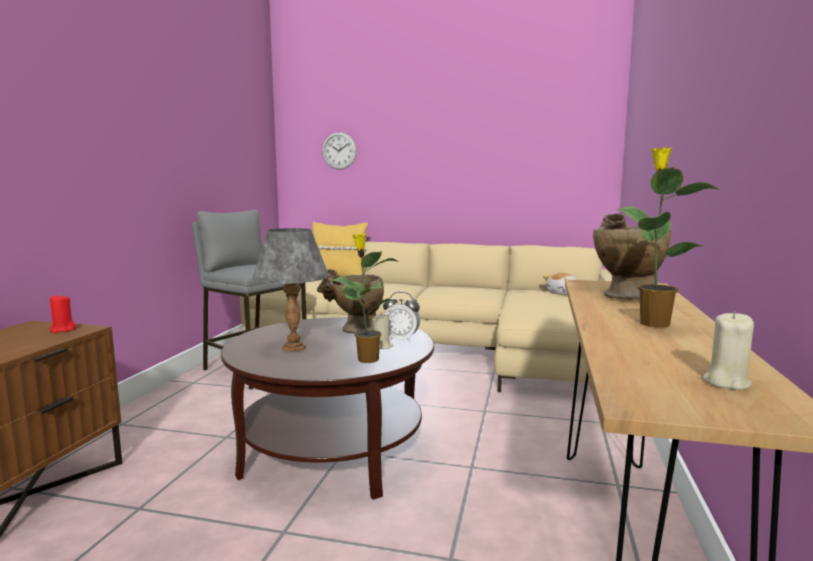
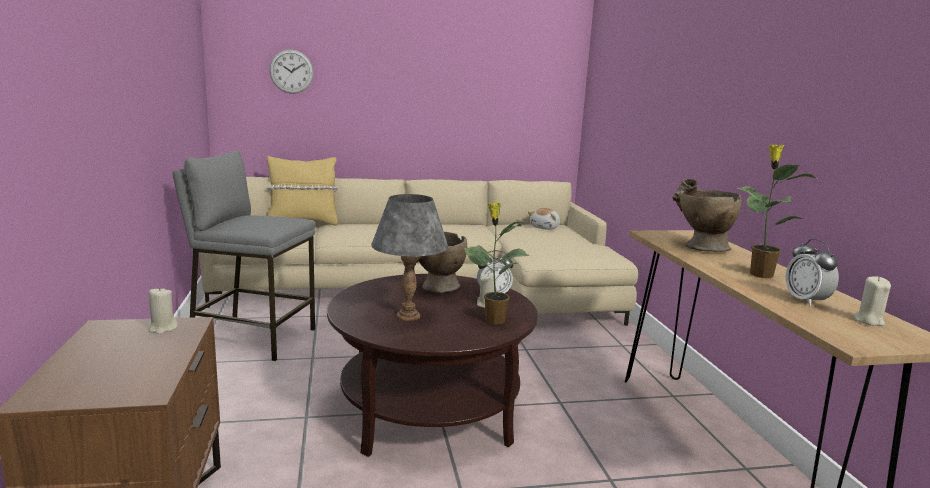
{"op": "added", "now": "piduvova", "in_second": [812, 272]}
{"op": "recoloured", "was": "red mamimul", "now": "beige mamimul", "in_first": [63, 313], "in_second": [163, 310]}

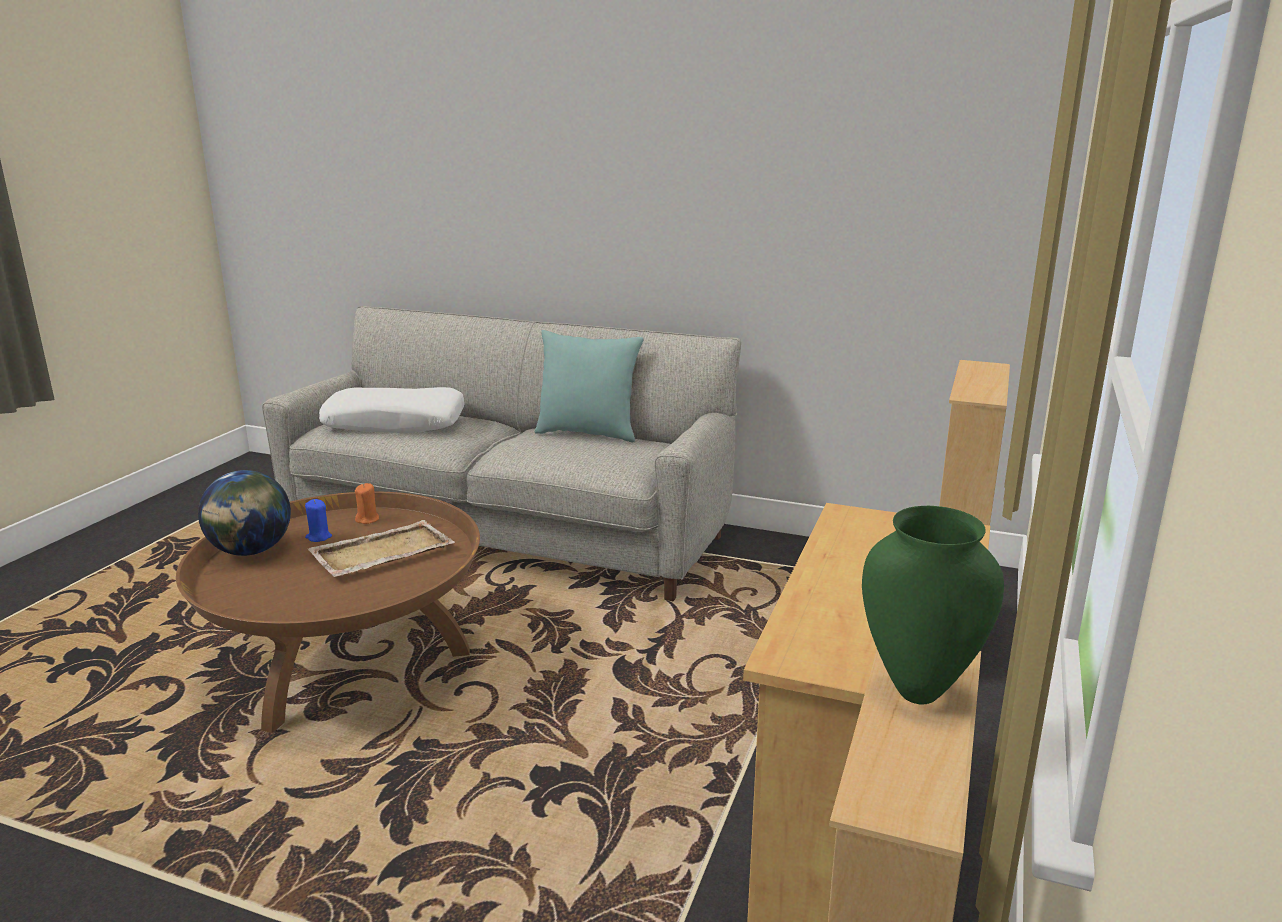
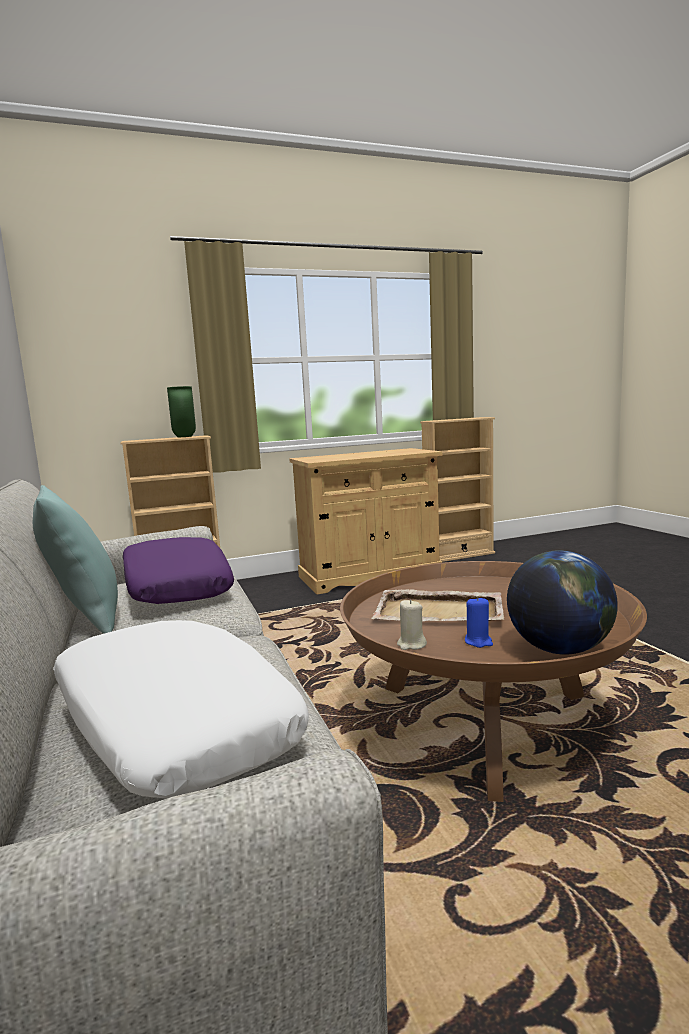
{"op": "added", "now": "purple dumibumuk", "in_second": [178, 570]}
{"op": "moved", "was": "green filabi", "in_first": [933, 605], "in_second": [181, 411]}
{"op": "recoloured", "was": "orange mamimul", "now": "beige mamimul", "in_first": [367, 503], "in_second": [412, 624]}

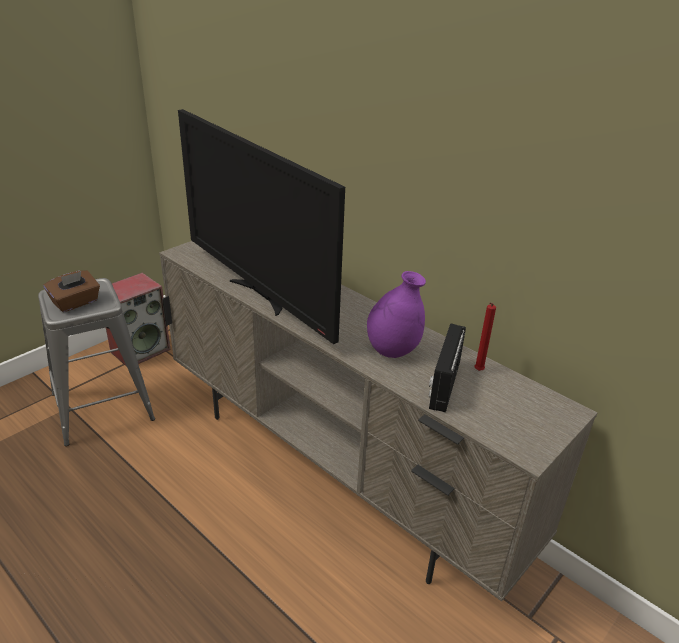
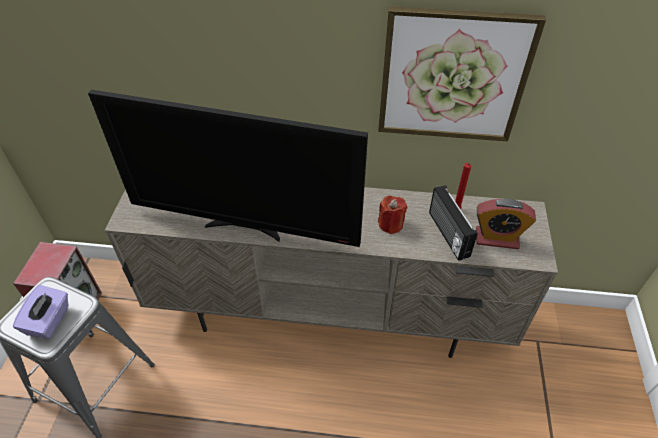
{"op": "added", "now": "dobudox", "in_second": [462, 73]}
{"op": "added", "now": "piduvova", "in_second": [506, 224]}
{"op": "replaced", "was": "purple filabi", "now": "red mamimul", "in_first": [396, 314], "in_second": [392, 214]}
{"op": "recoloured", "was": "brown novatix", "now": "purple novatix", "in_first": [72, 291], "in_second": [40, 312]}

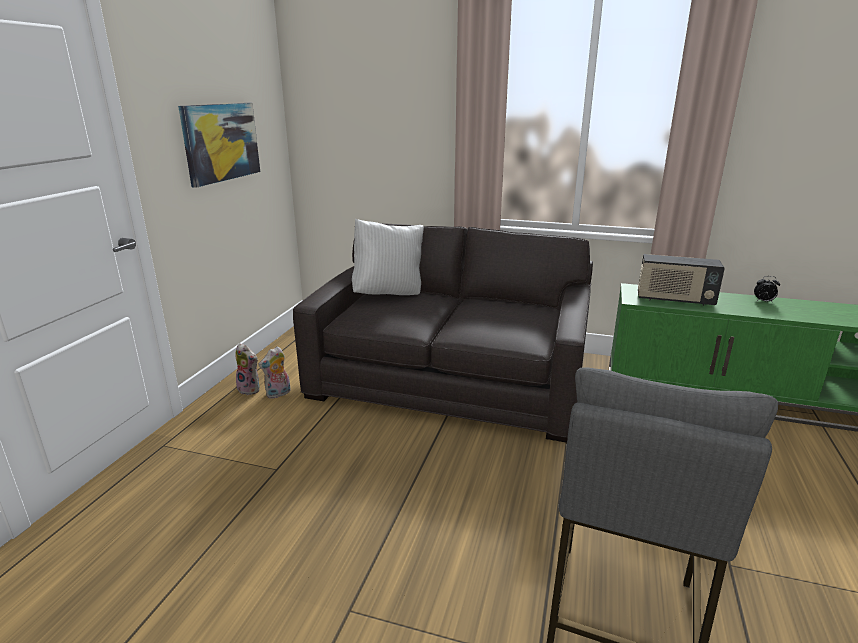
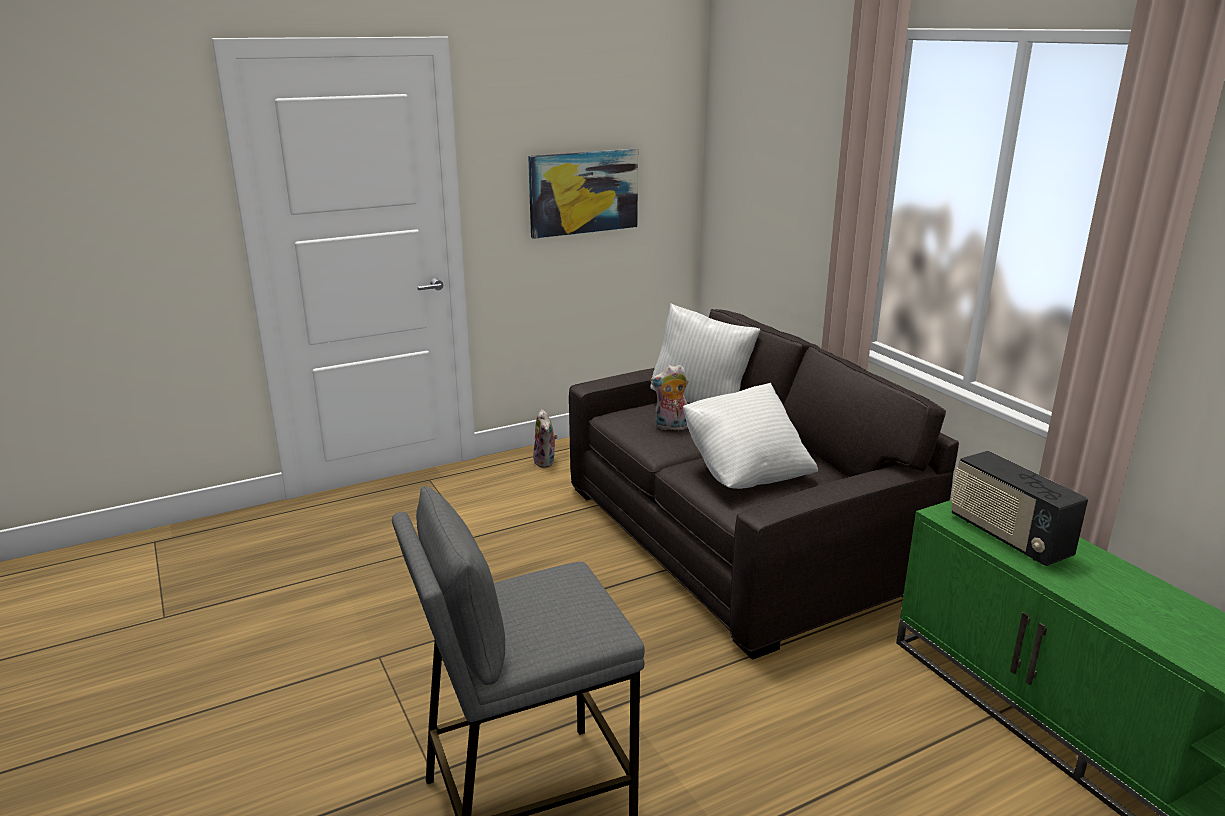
{"op": "removed", "was": "piduvova", "in_first": [767, 289]}
{"op": "added", "now": "white dumibumuk", "in_second": [750, 436]}
{"op": "moved", "was": "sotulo", "in_first": [275, 372], "in_second": [669, 397]}

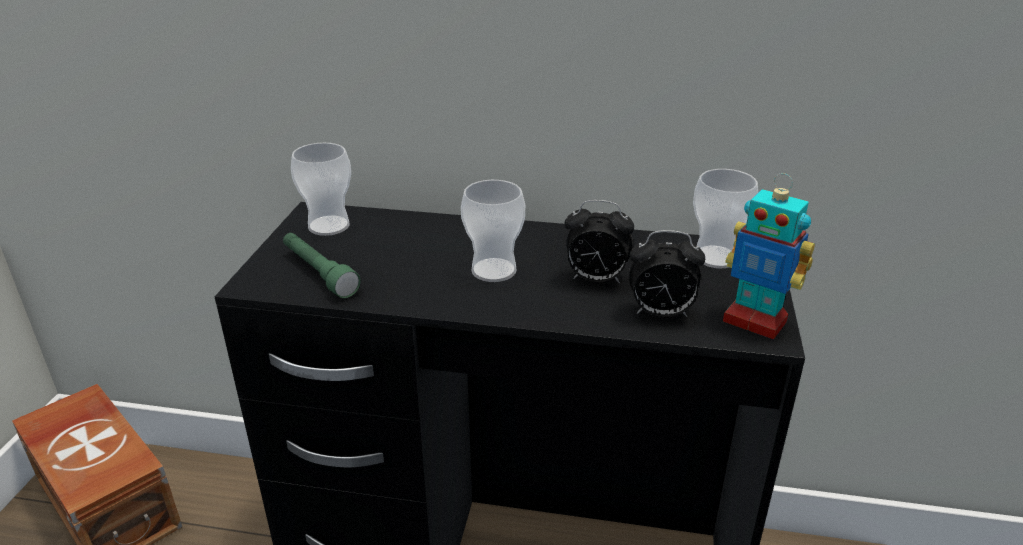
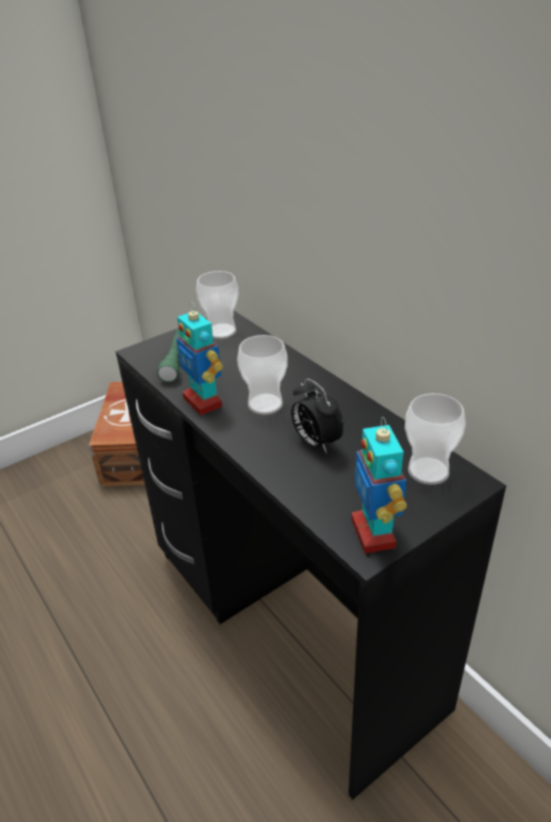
{"op": "removed", "was": "piduvova", "in_first": [667, 273]}
{"op": "added", "now": "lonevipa", "in_second": [199, 358]}

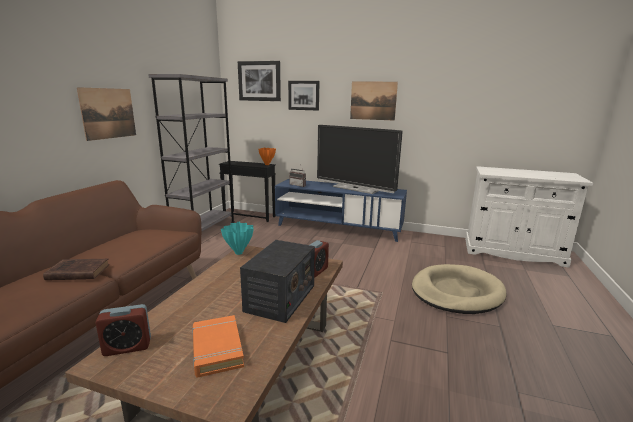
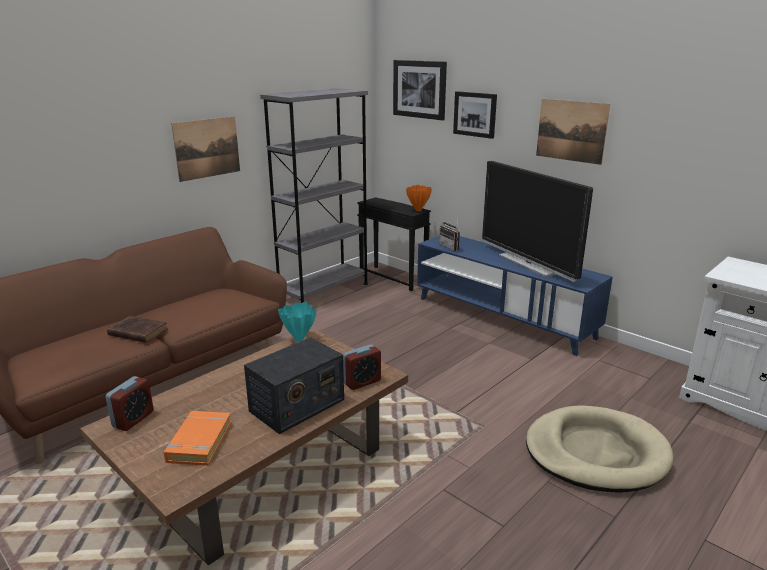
{"op": "turned", "was": "piduvova", "in_first": [123, 330], "in_second": [130, 403], "clockwise": -75}

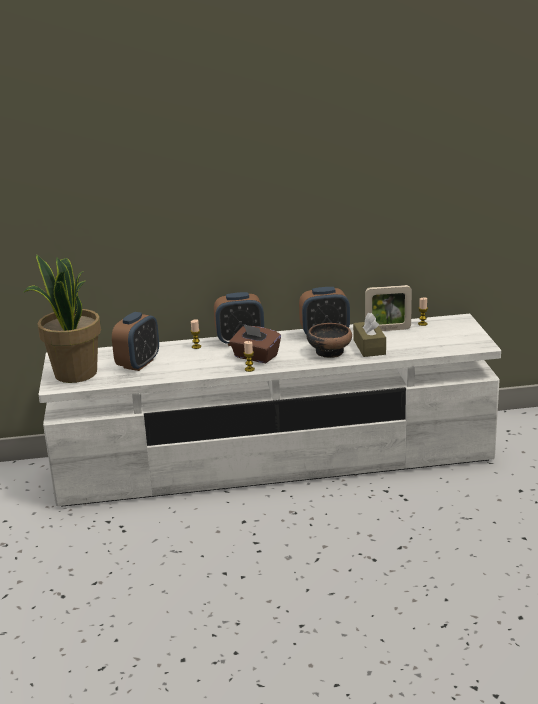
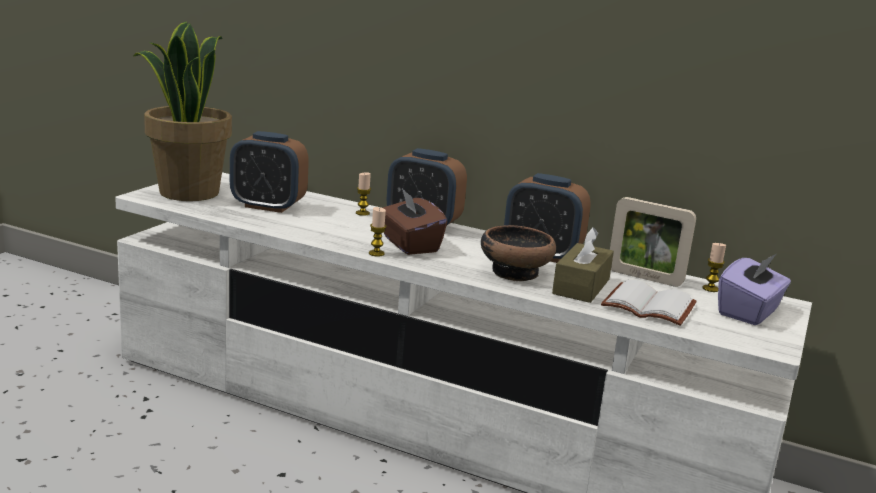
{"op": "added", "now": "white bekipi", "in_second": [649, 303]}
{"op": "added", "now": "purple novatix", "in_second": [754, 289]}
{"op": "turned", "was": "piduvova", "in_first": [135, 341], "in_second": [269, 172], "clockwise": 45}

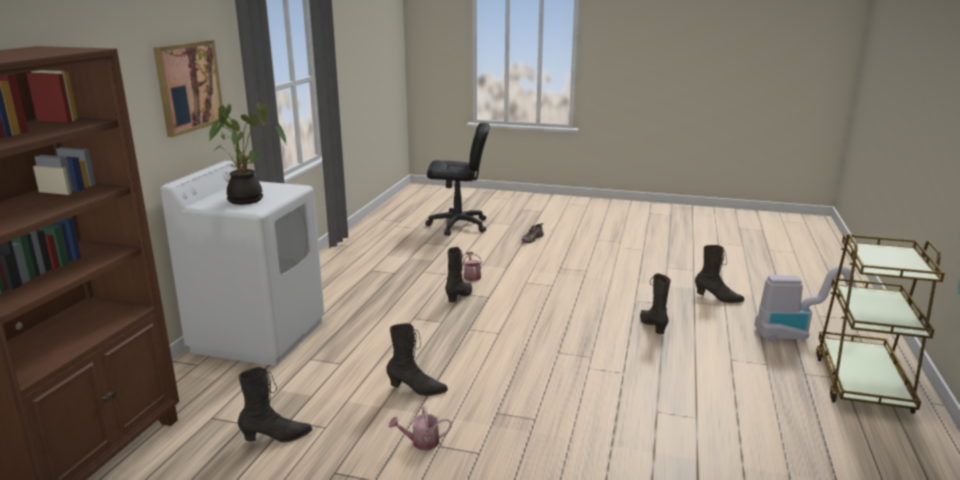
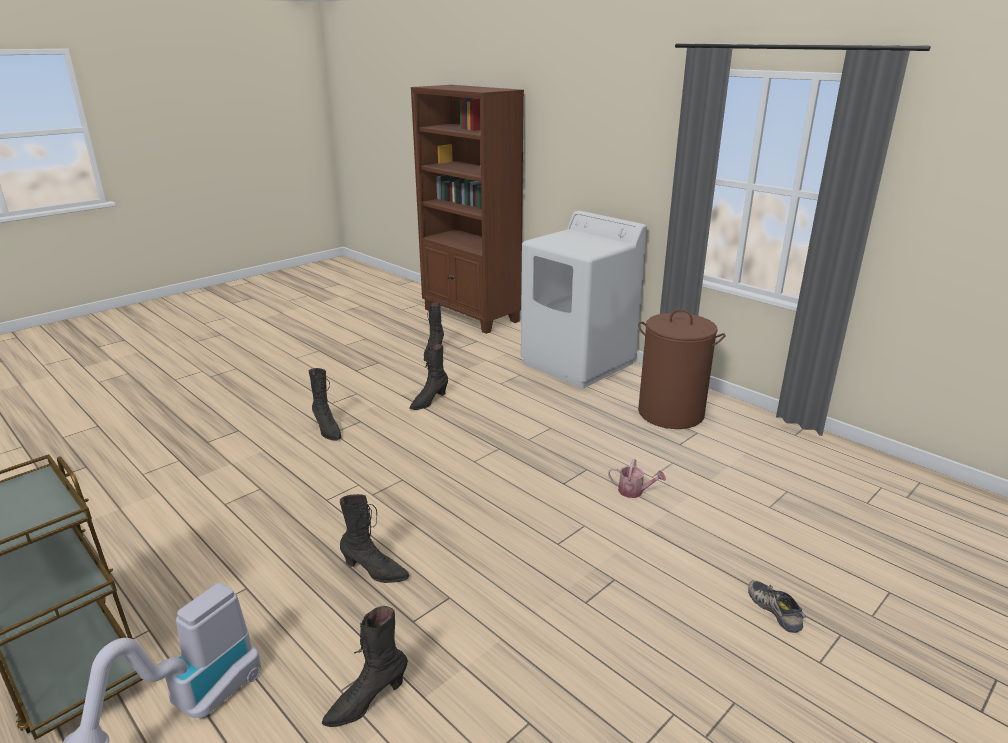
{"op": "removed", "was": "dobudox", "in_first": [188, 88]}
{"op": "removed", "was": "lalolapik", "in_first": [247, 154]}
{"op": "removed", "was": "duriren", "in_first": [420, 428]}
{"op": "removed", "was": "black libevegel", "in_first": [457, 179]}
{"op": "added", "now": "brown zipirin", "in_second": [682, 369]}
{"op": "moved", "was": "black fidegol", "in_first": [458, 274], "in_second": [325, 404]}

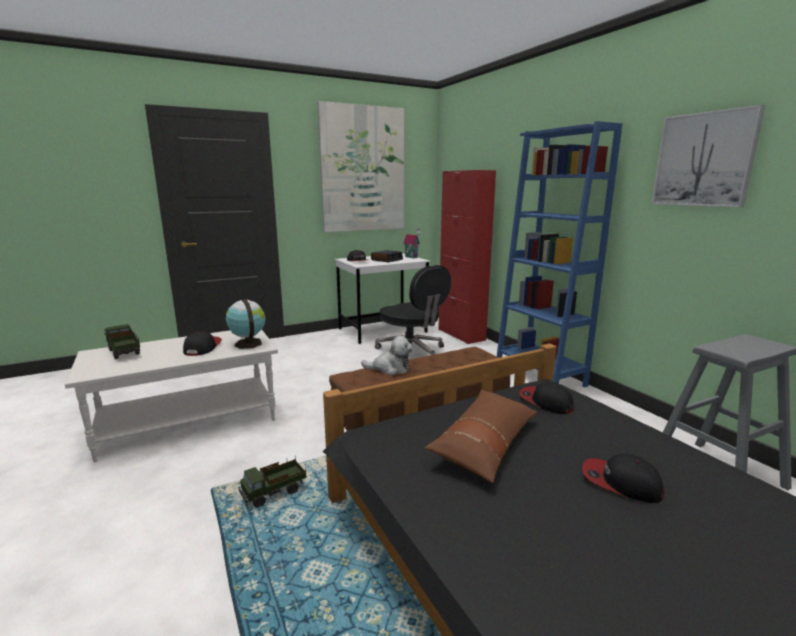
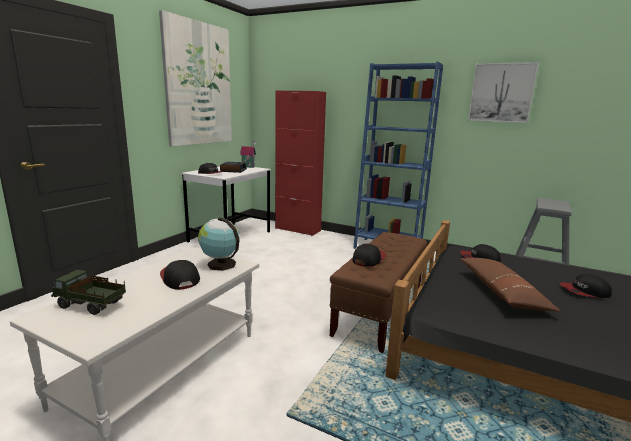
{"op": "removed", "was": "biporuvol", "in_first": [273, 482]}
{"op": "removed", "was": "black libevegel", "in_first": [413, 310]}
{"op": "replaced", "was": "sotulo", "now": "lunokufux", "in_first": [387, 355], "in_second": [369, 255]}

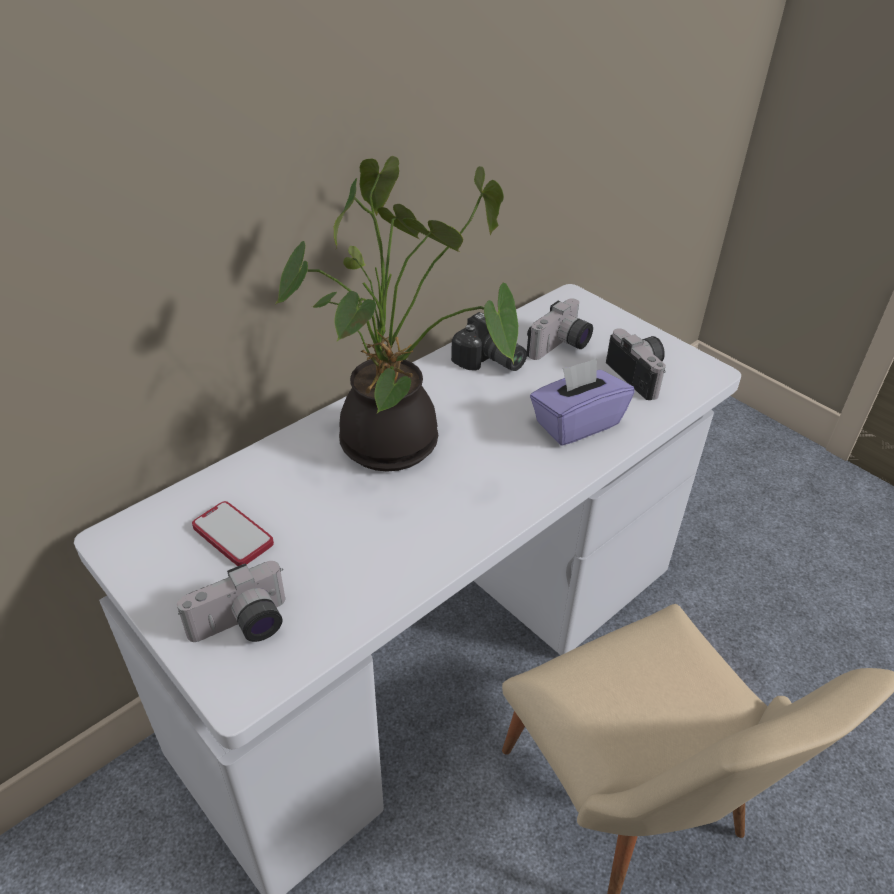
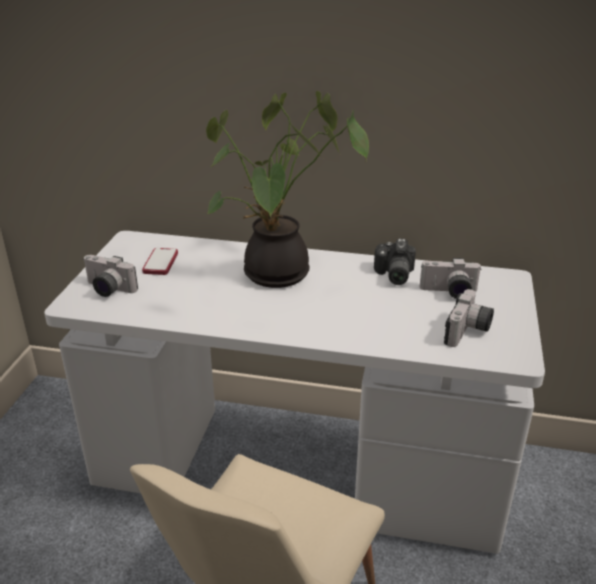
{"op": "removed", "was": "purple novatix", "in_first": [582, 401]}

